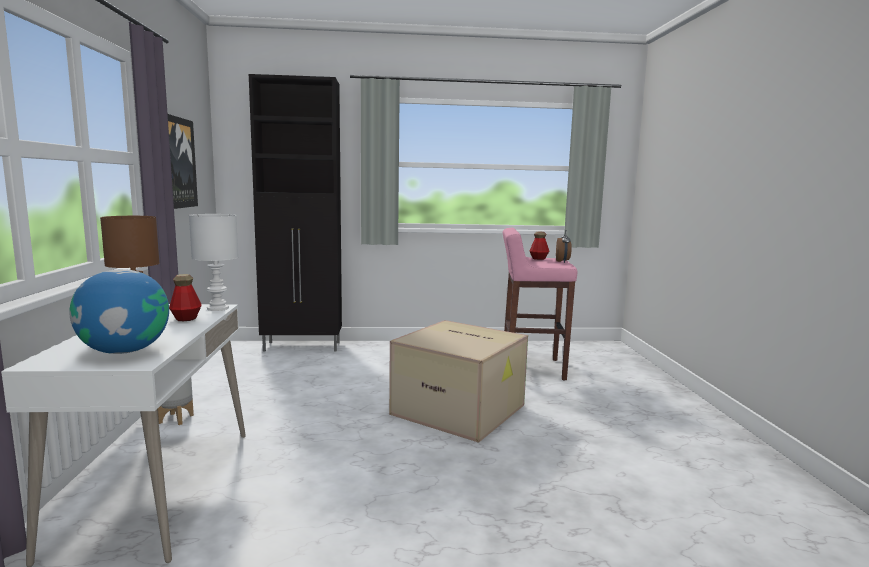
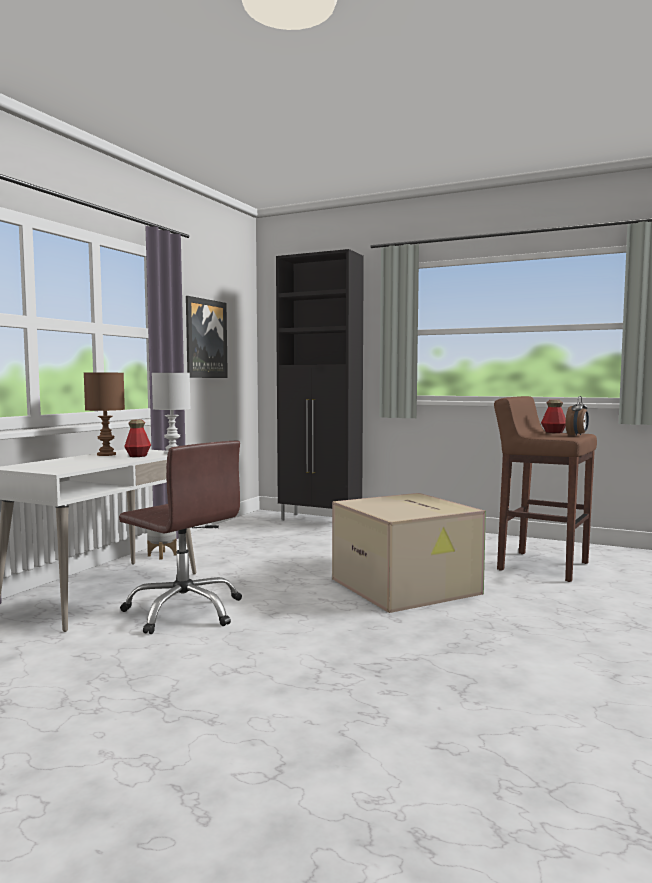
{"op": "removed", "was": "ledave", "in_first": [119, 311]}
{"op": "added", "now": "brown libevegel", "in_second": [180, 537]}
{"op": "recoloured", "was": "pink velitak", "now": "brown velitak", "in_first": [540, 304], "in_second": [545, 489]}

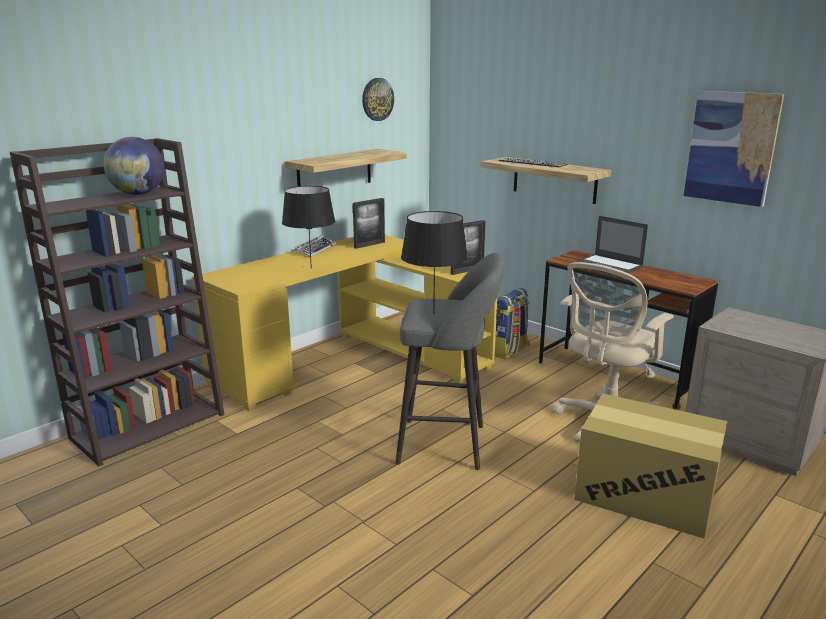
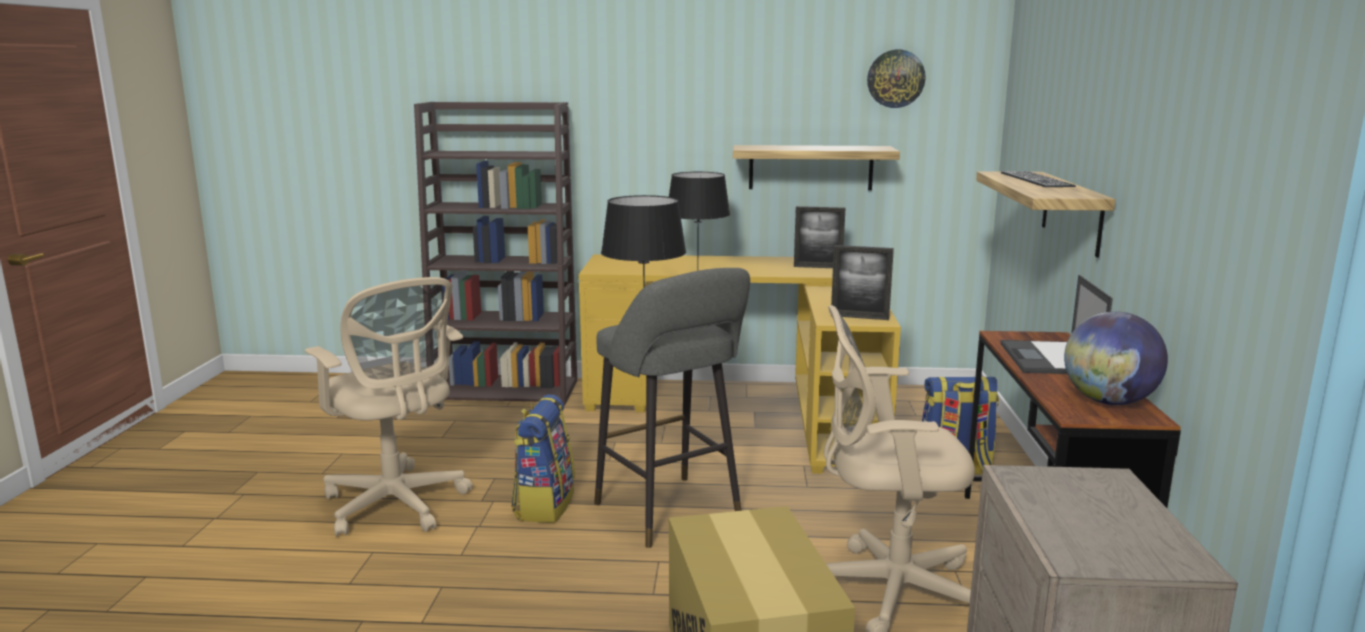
{"op": "removed", "was": "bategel", "in_first": [315, 246]}
{"op": "removed", "was": "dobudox", "in_first": [734, 149]}
{"op": "added", "now": "beige libevegel", "in_second": [389, 407]}
{"op": "added", "now": "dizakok", "in_second": [543, 458]}
{"op": "moved", "was": "ledave", "in_first": [134, 166], "in_second": [1116, 358]}

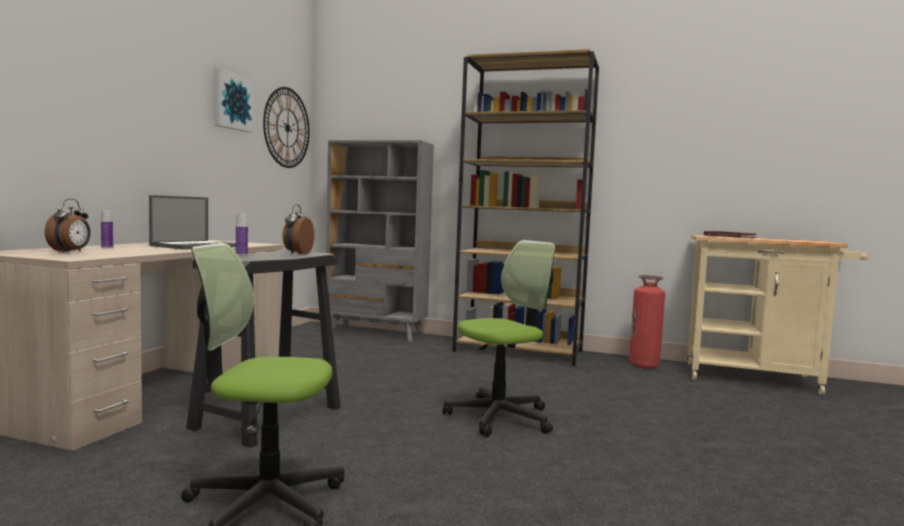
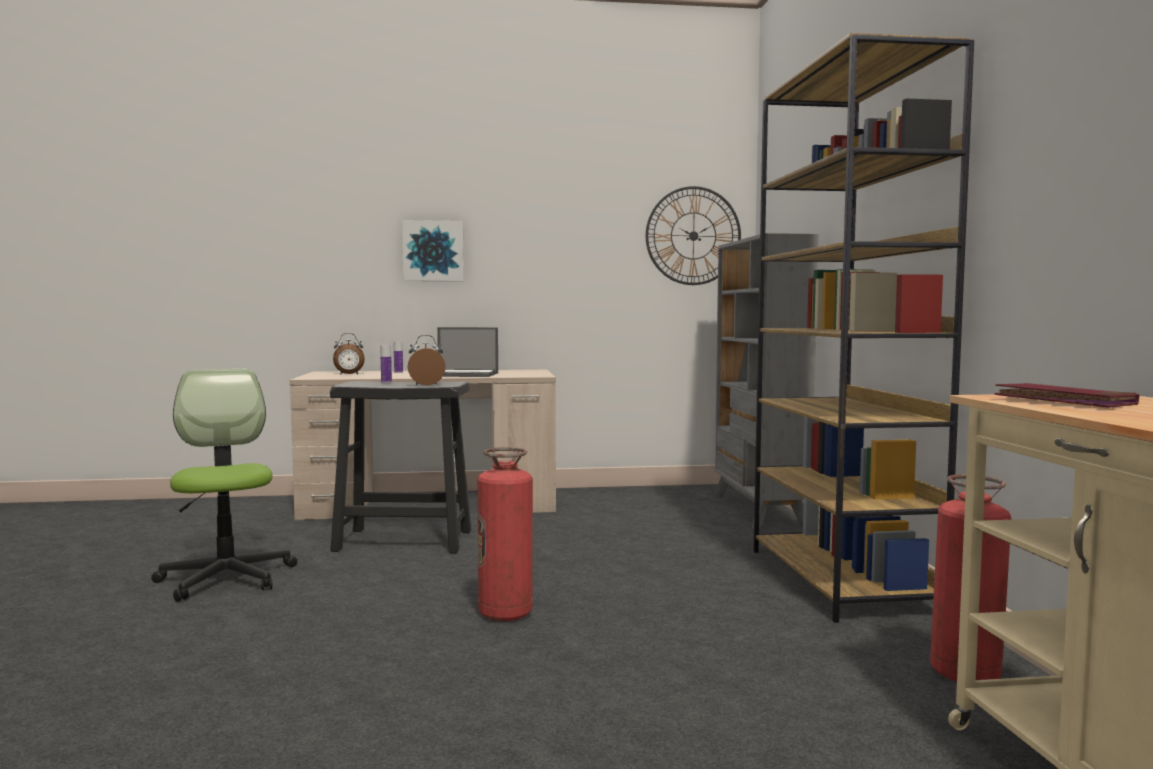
{"op": "moved", "was": "dobudox", "in_first": [234, 100], "in_second": [433, 250]}
{"op": "replaced", "was": "libevegel", "now": "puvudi", "in_first": [499, 338], "in_second": [505, 534]}

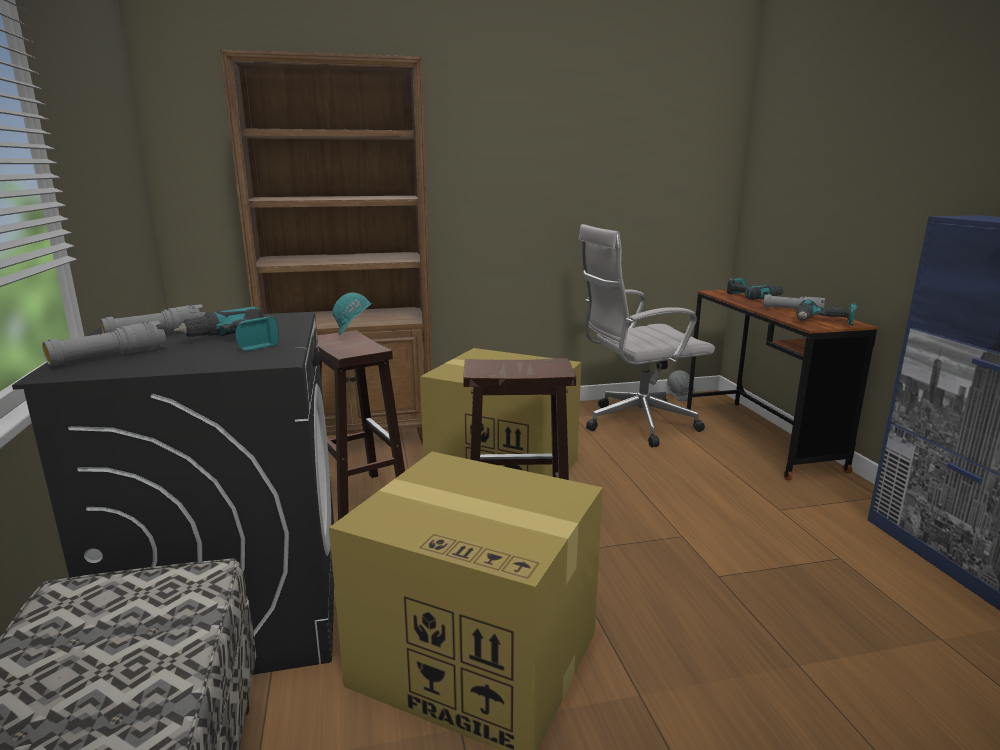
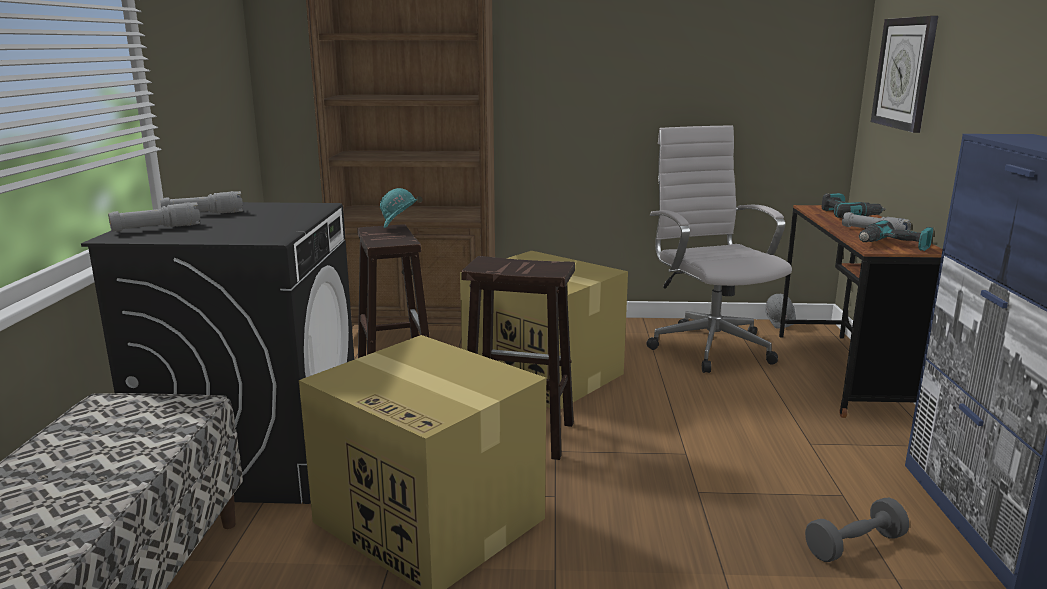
{"op": "removed", "was": "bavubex", "in_first": [226, 328]}
{"op": "added", "now": "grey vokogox", "in_second": [857, 530]}
{"op": "added", "now": "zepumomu", "in_second": [904, 74]}
{"op": "turned", "was": "white libevegel", "in_first": [646, 335], "in_second": [719, 249], "clockwise": 75}

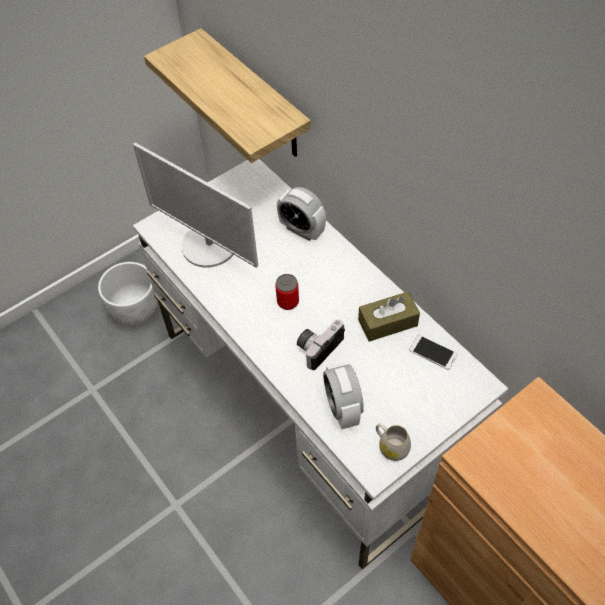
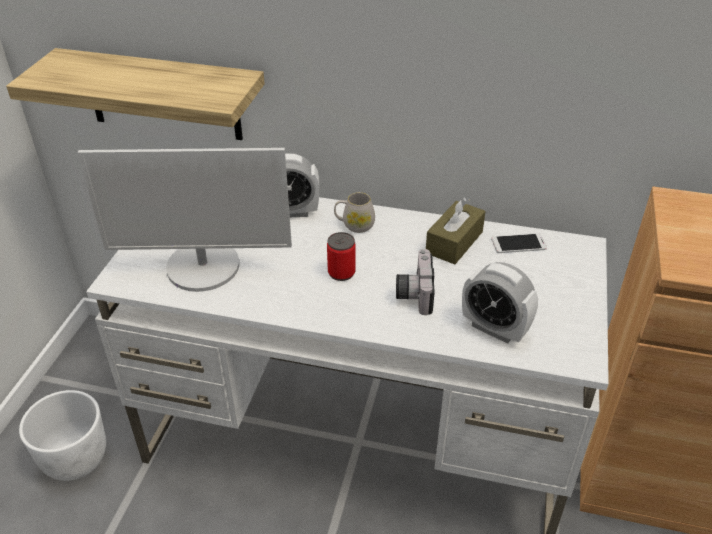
{"op": "moved", "was": "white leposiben", "in_first": [393, 442], "in_second": [354, 212]}

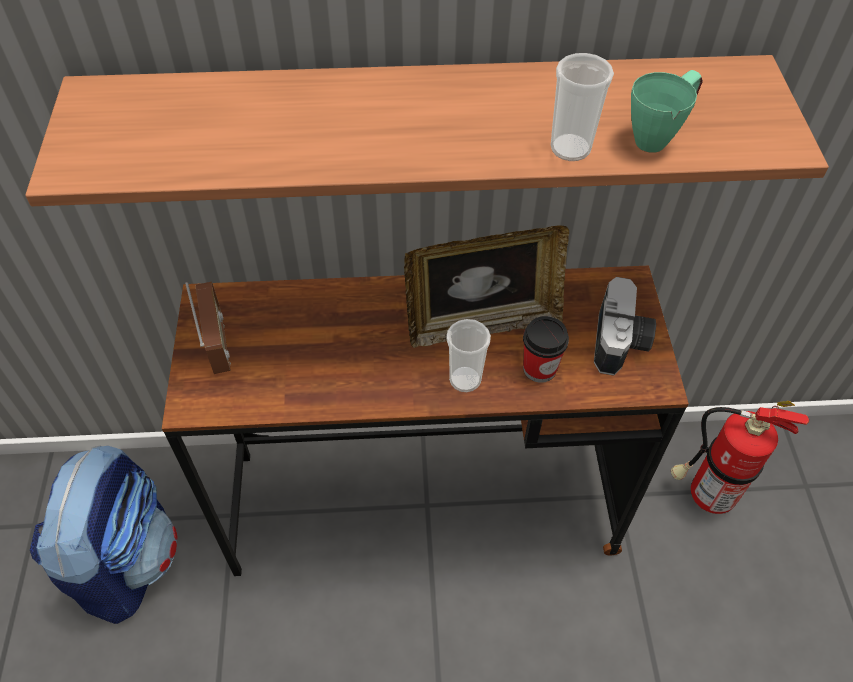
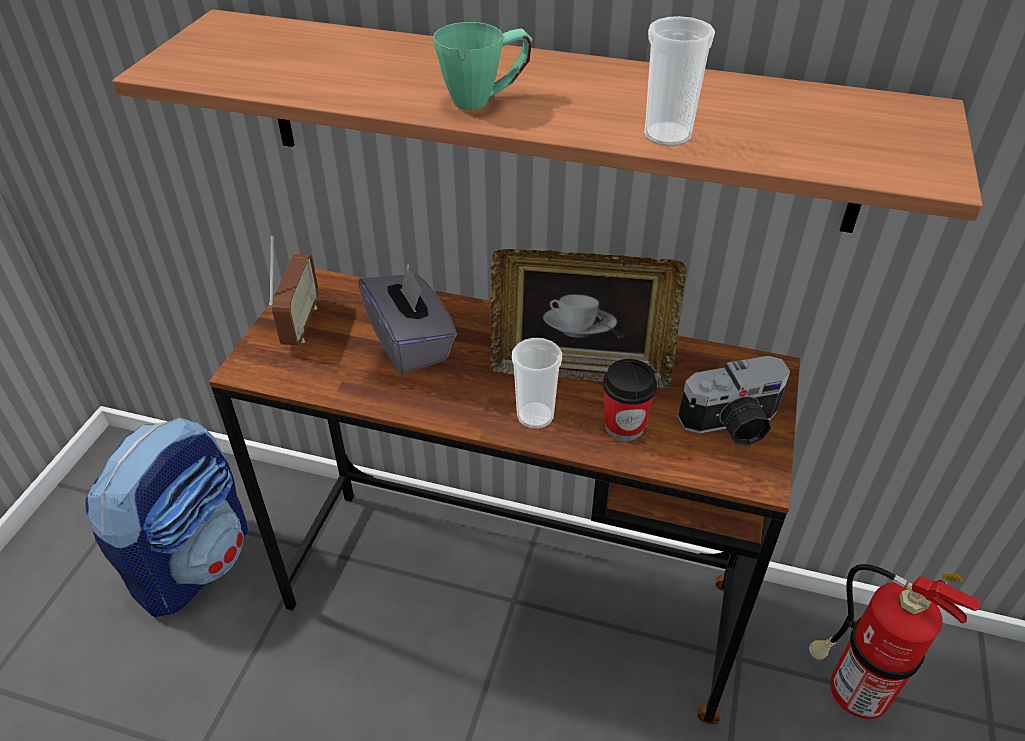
{"op": "added", "now": "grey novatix", "in_second": [407, 319]}
{"op": "moved", "was": "green leposiben", "in_first": [667, 111], "in_second": [482, 66]}
{"op": "turned", "was": "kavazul", "in_first": [625, 326], "in_second": [734, 401], "clockwise": 45}

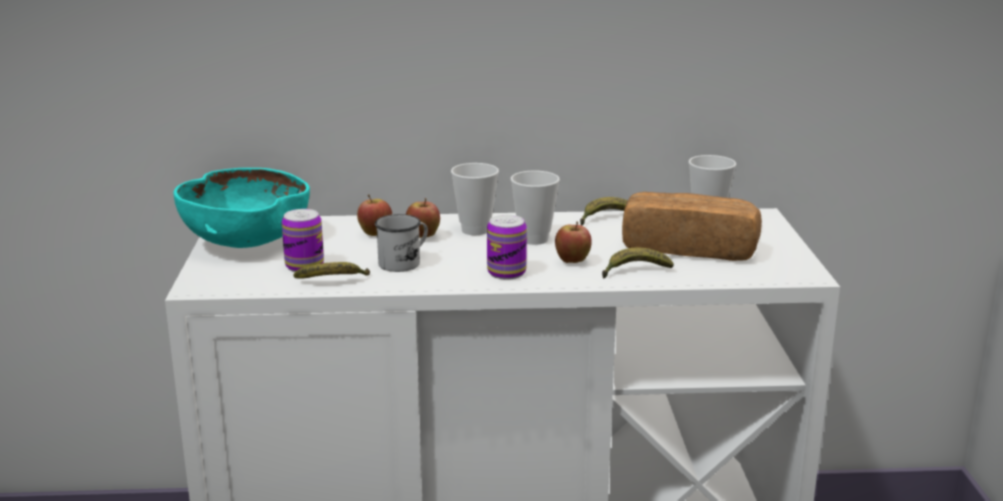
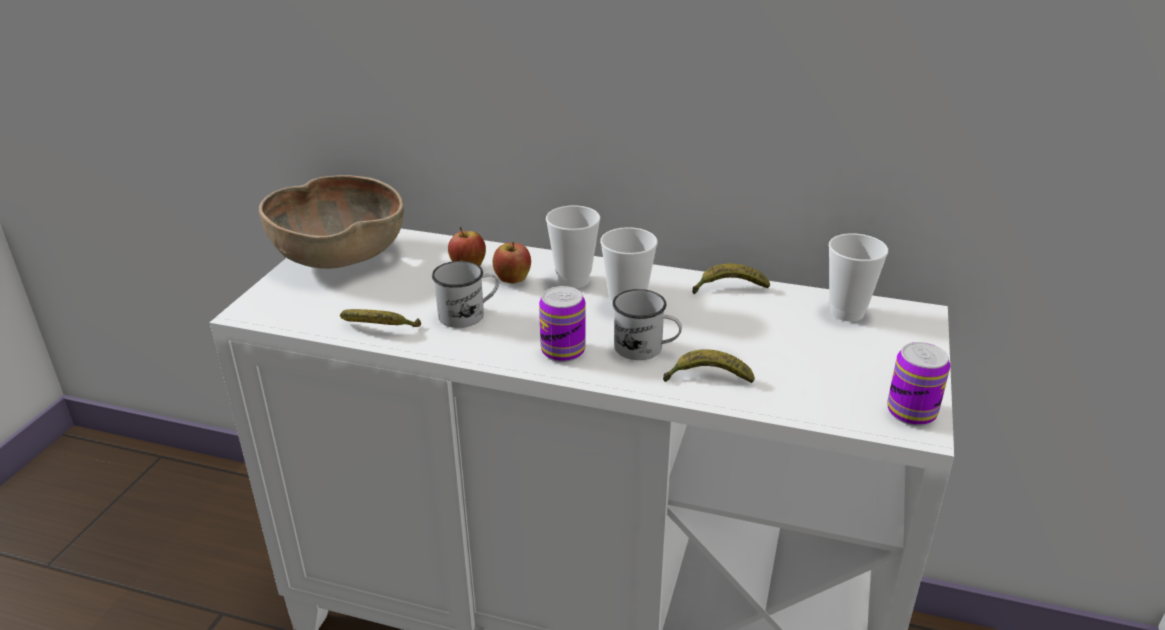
{"op": "removed", "was": "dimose", "in_first": [692, 226]}
{"op": "moved", "was": "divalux", "in_first": [303, 240], "in_second": [919, 384]}
{"op": "replaced", "was": "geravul", "now": "white leposiben", "in_first": [573, 242], "in_second": [647, 324]}
{"op": "recoloured", "was": "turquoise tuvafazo", "now": "brown tuvafazo", "in_first": [241, 208], "in_second": [331, 222]}

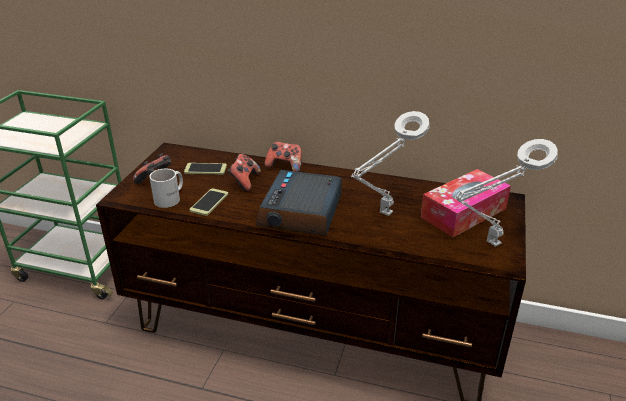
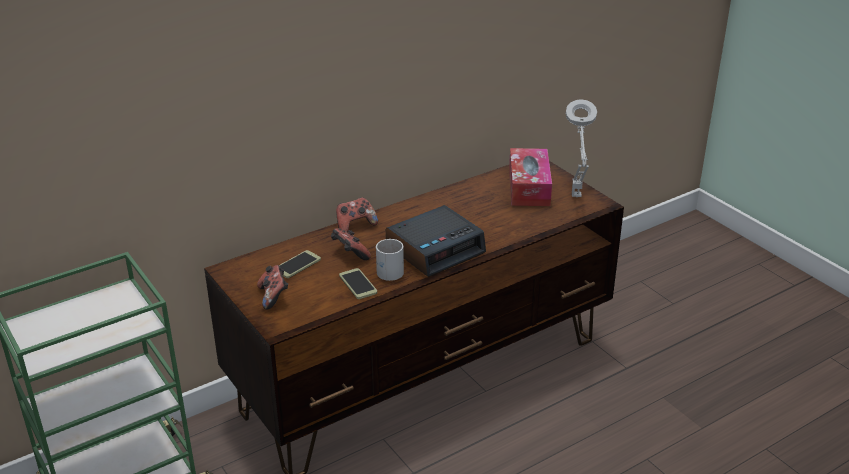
{"op": "removed", "was": "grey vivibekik", "in_first": [390, 163]}
{"op": "moved", "was": "white leposiben", "in_first": [166, 188], "in_second": [390, 260]}
{"op": "turned", "was": "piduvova", "in_first": [298, 203], "in_second": [436, 241], "clockwise": -90}

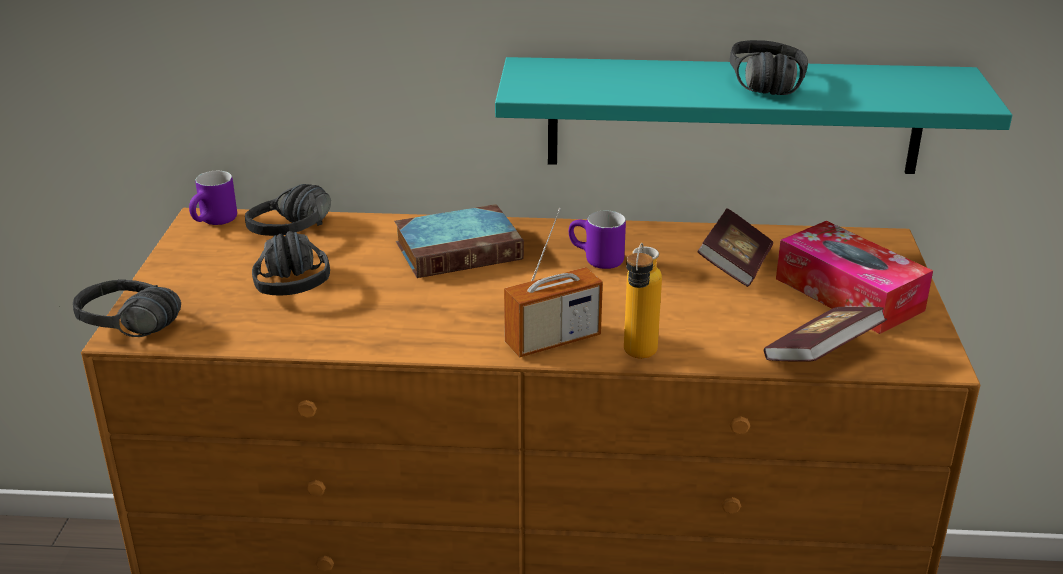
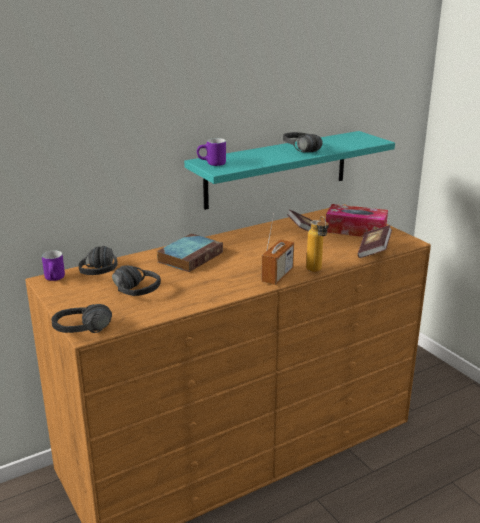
{"op": "moved", "was": "purple leposiben", "in_first": [597, 240], "in_second": [211, 152]}

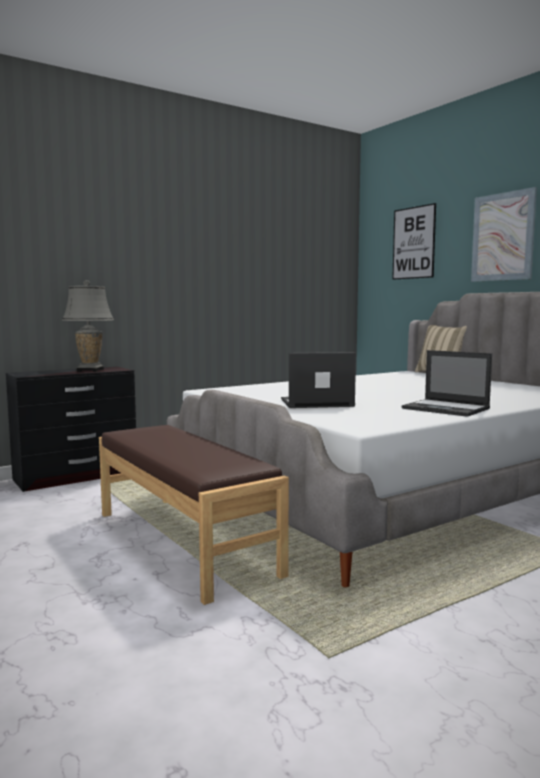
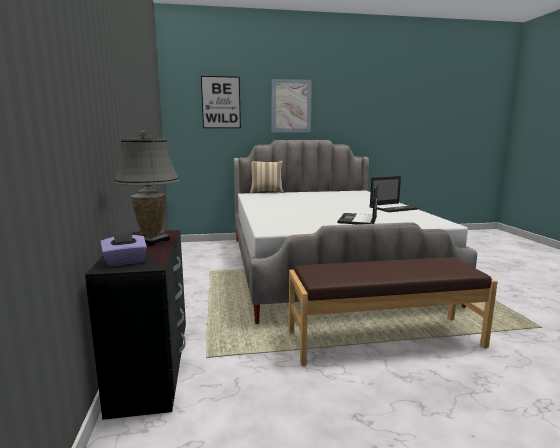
{"op": "added", "now": "purple novatix", "in_second": [123, 248]}

